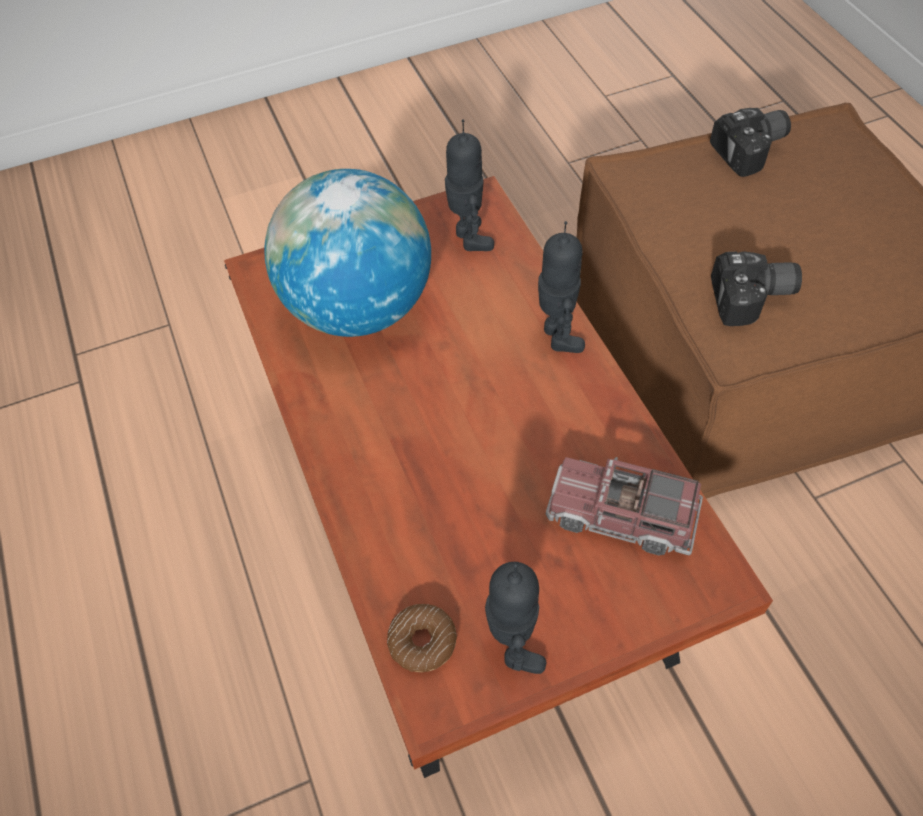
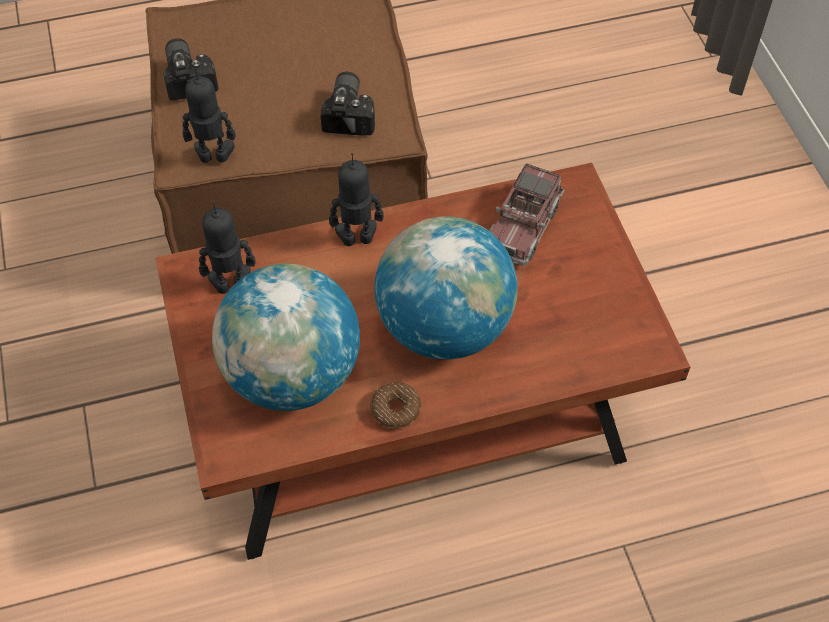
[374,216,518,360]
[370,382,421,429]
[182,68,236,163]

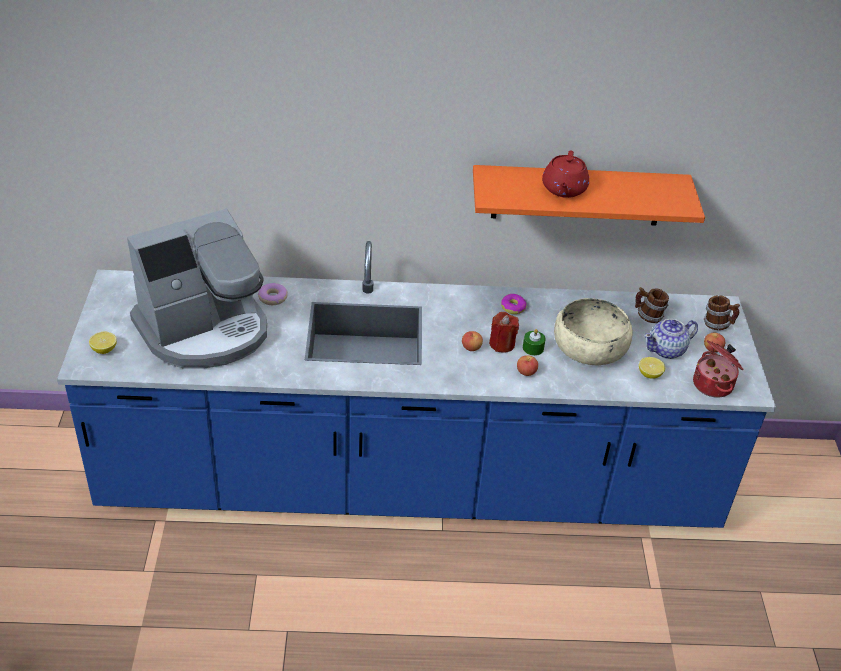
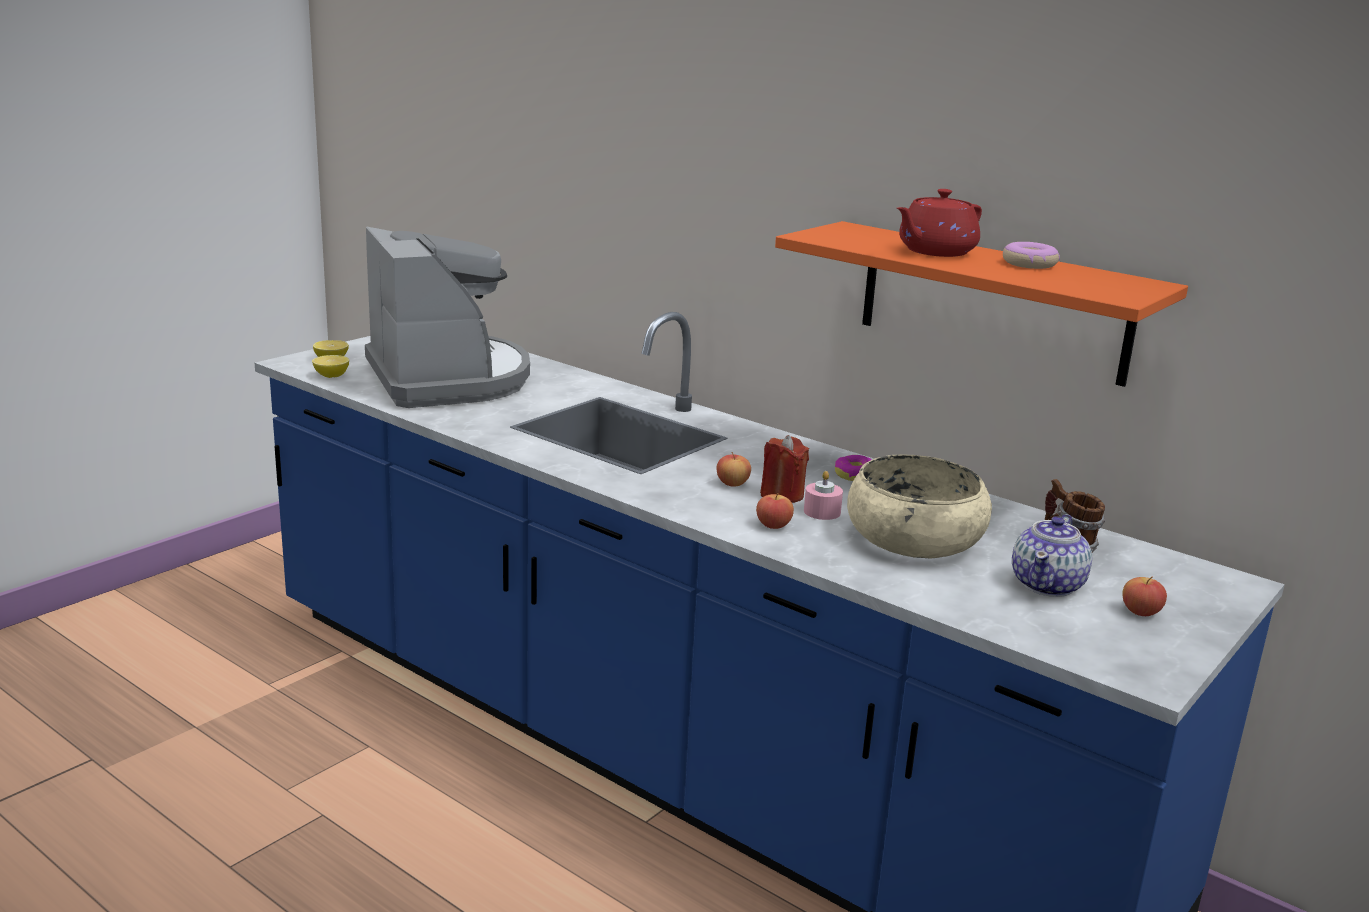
[693,340,744,398] (first image)
[703,295,740,330] (first image)
[1003,242,1060,269]
[312,355,349,378]
[804,471,843,520]
[365,227,530,408]
[1012,514,1092,597]

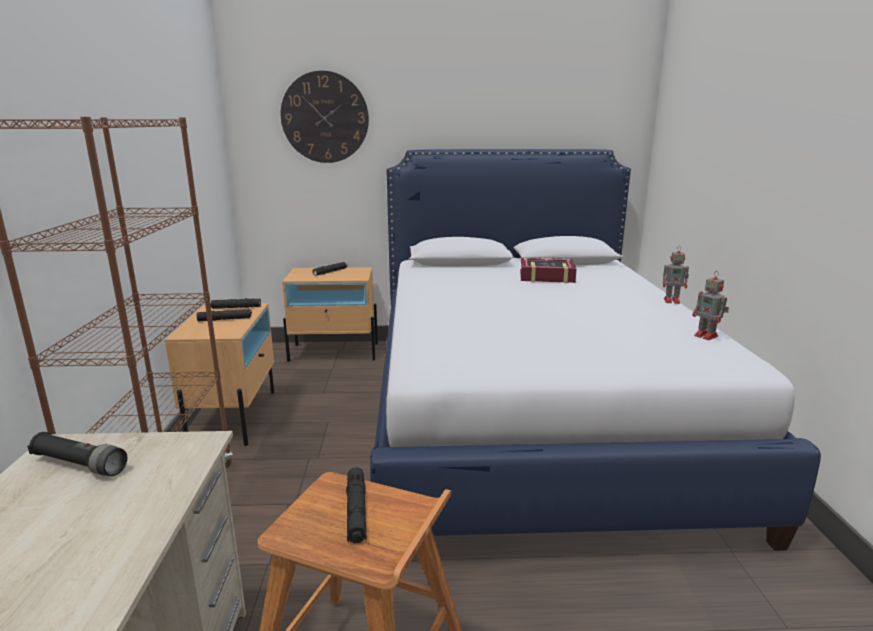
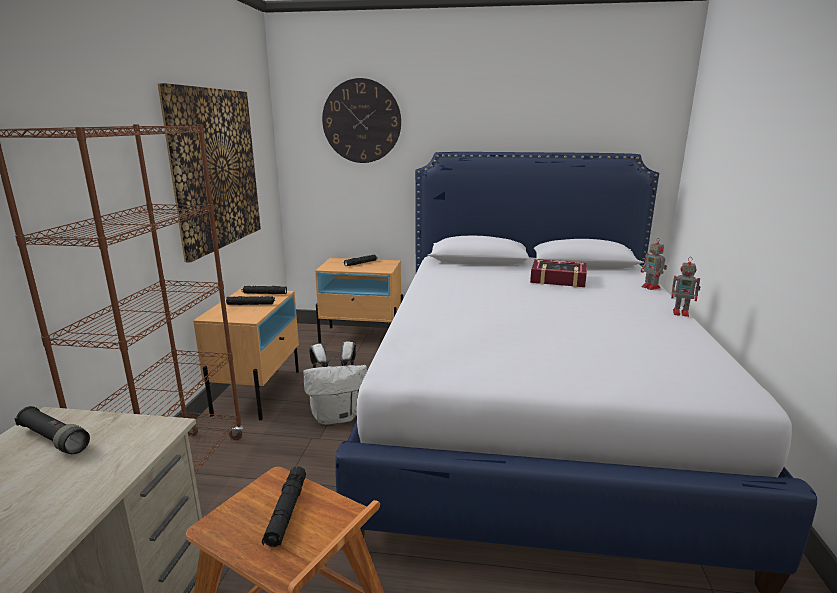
[157,83,261,262]
[303,341,367,425]
[641,238,667,290]

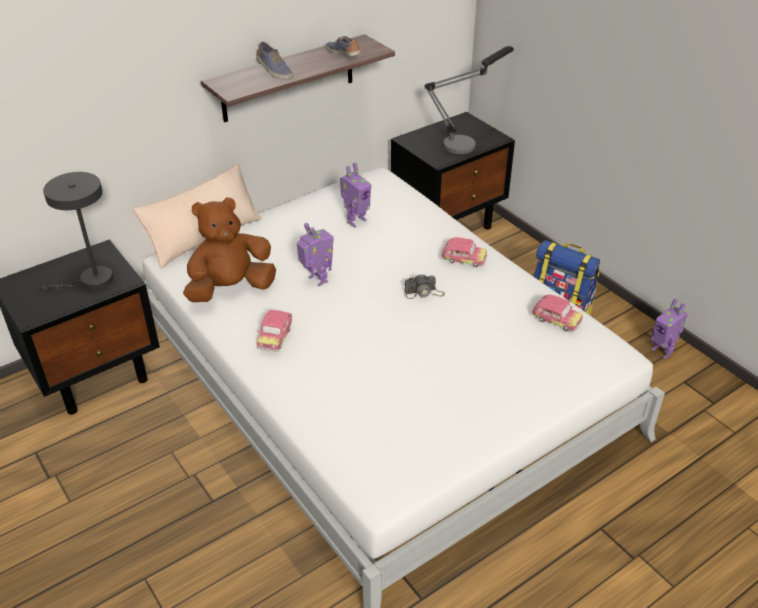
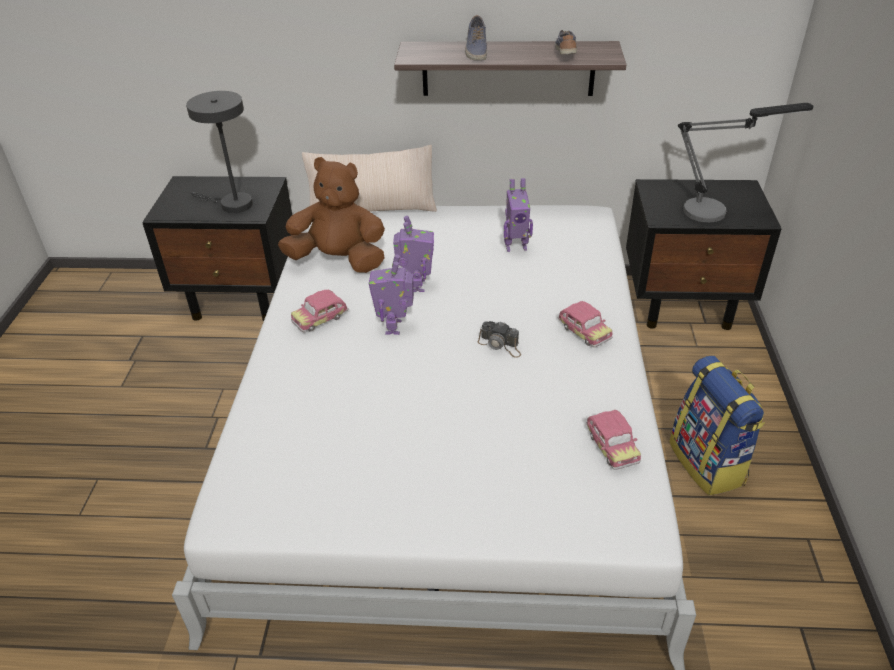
[369,254,414,335]

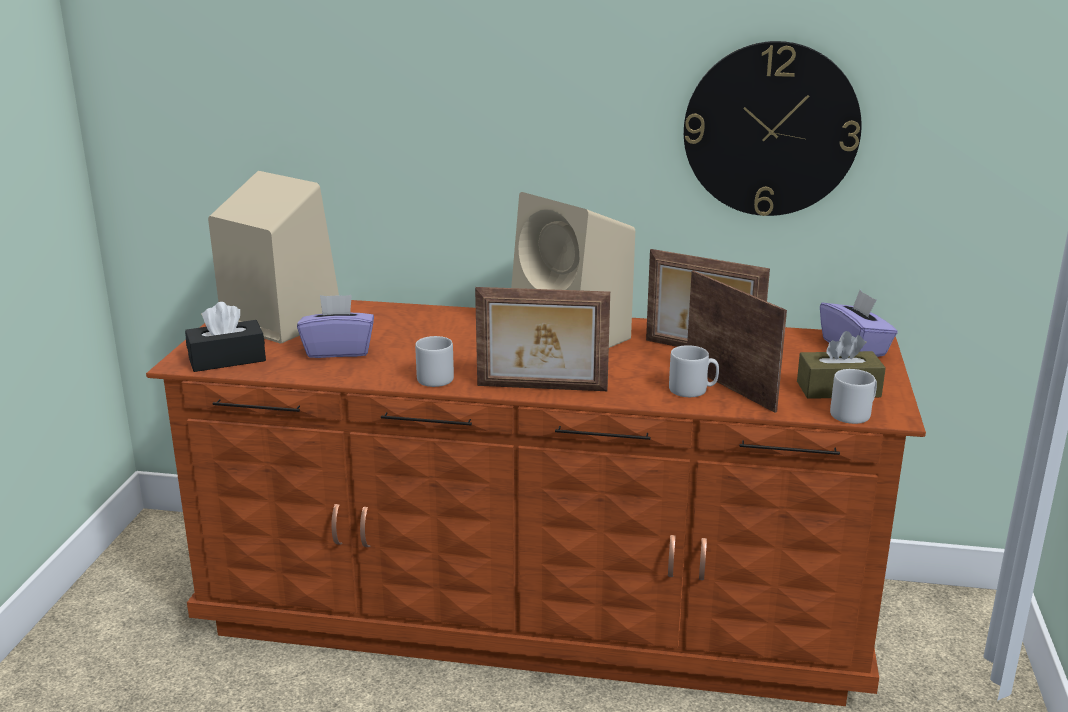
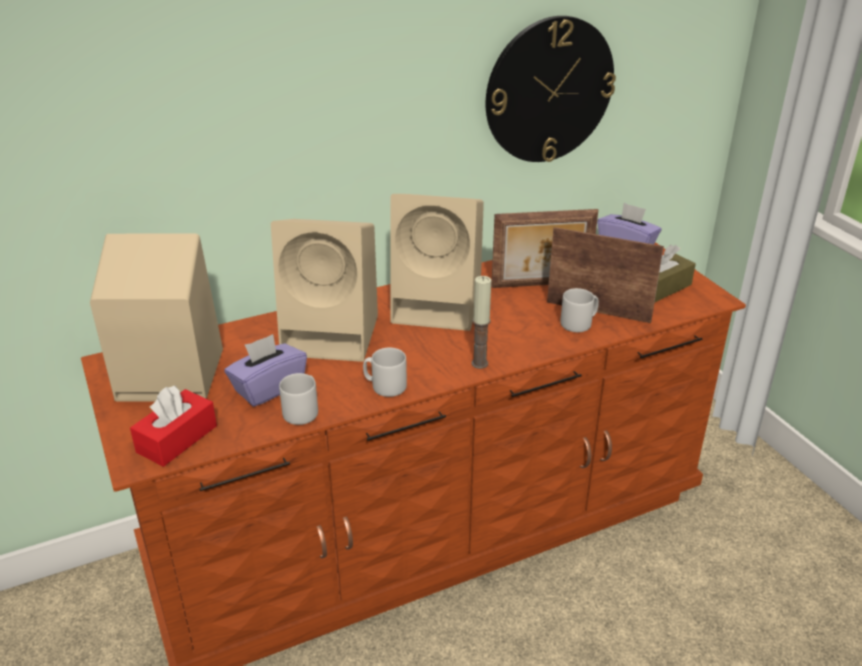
[271,219,378,362]
[279,373,318,425]
[471,276,491,369]
[130,386,217,467]

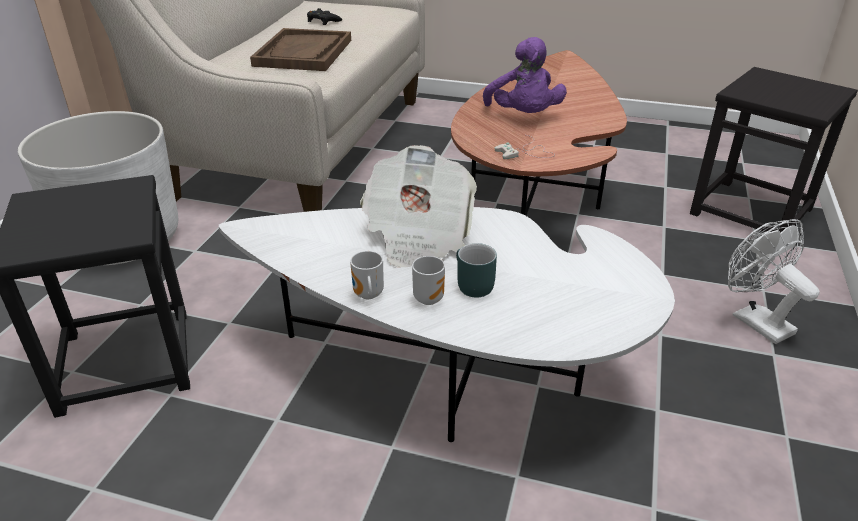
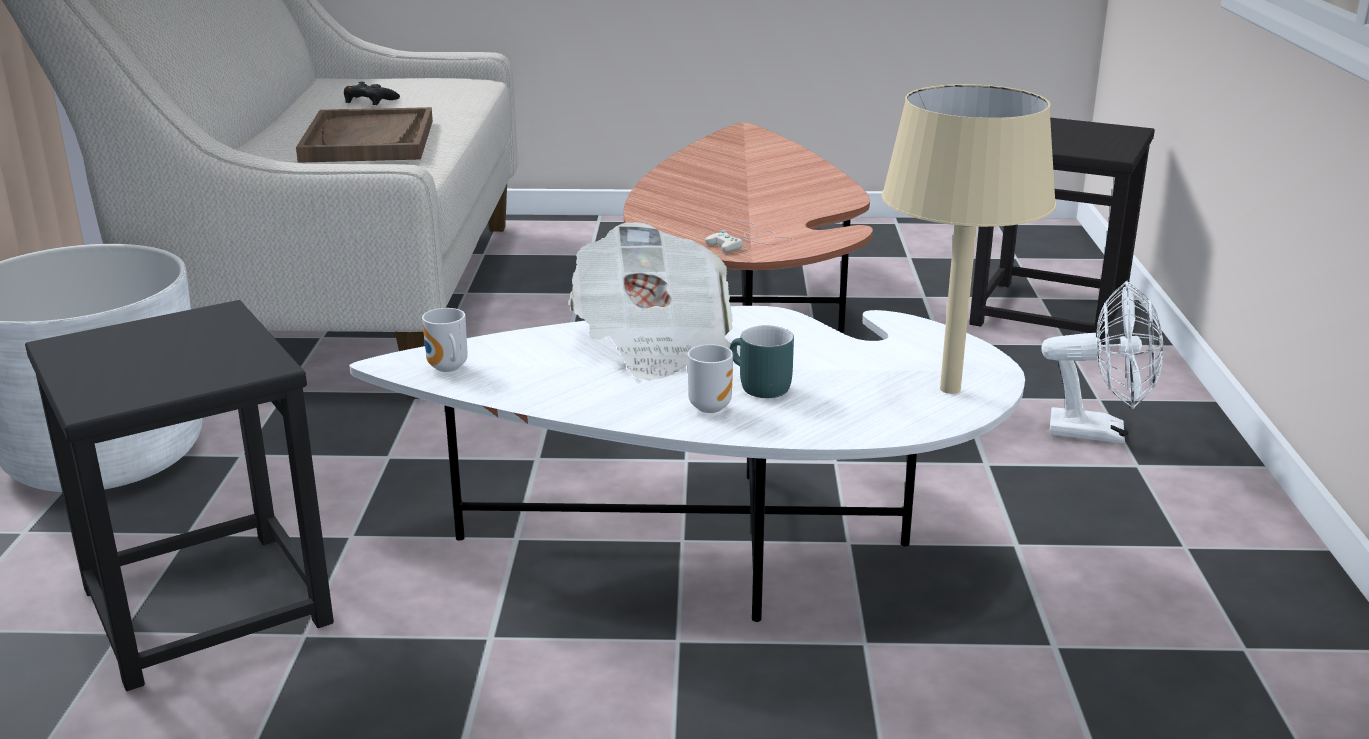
[483,37,567,113] (first image)
[882,84,1056,394]
[422,308,468,372]
[1041,281,1163,444]

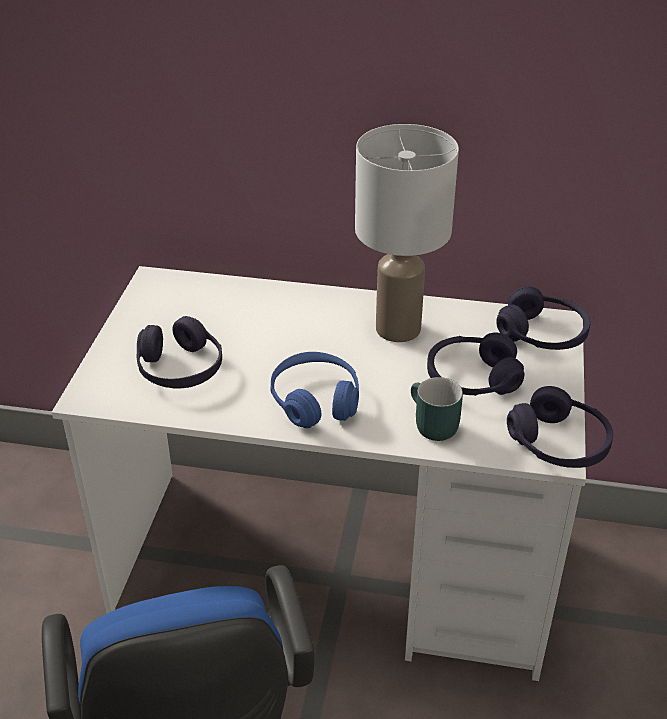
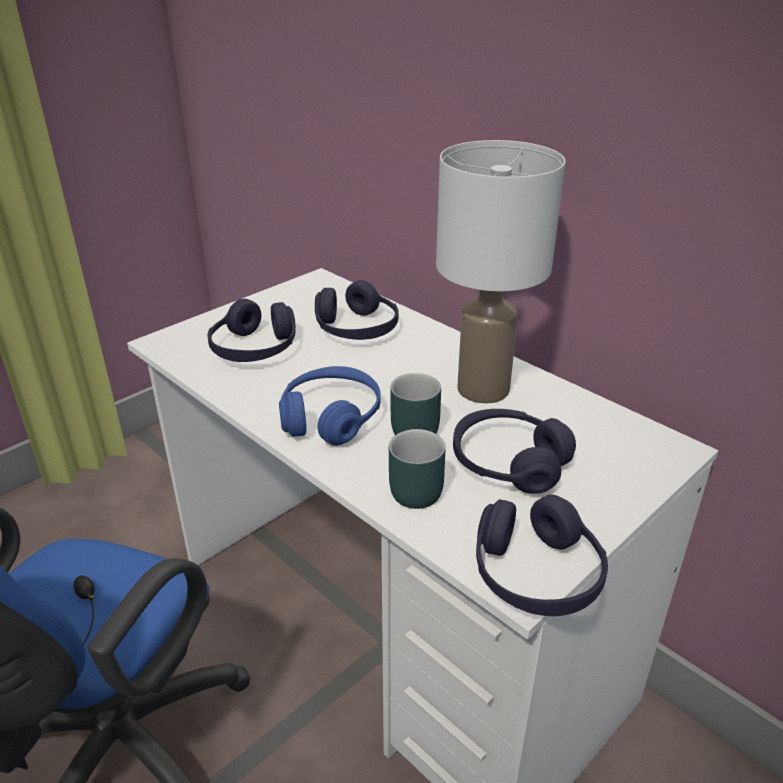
[390,373,441,435]
[315,280,398,340]

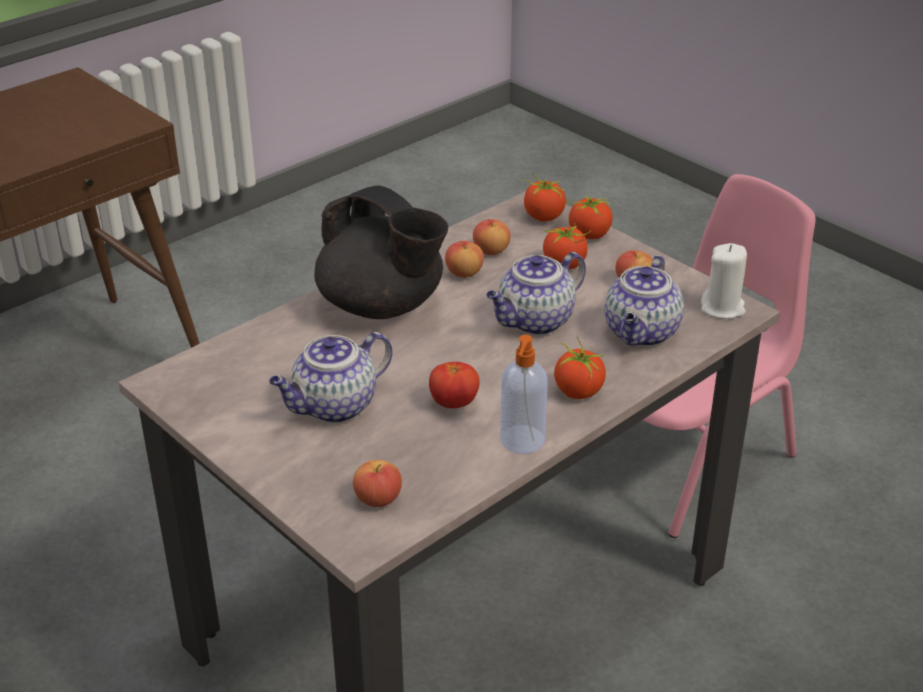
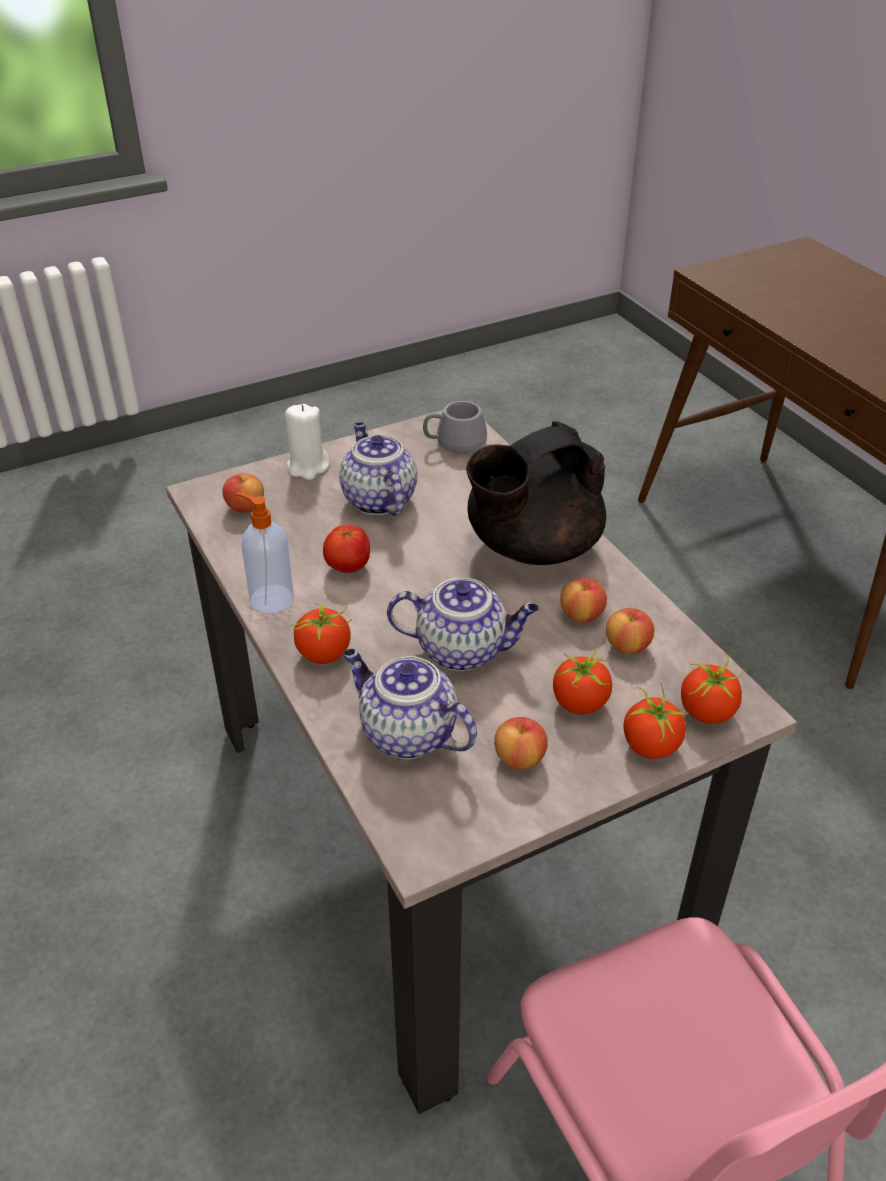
[423,401,487,453]
[285,404,330,480]
[387,577,539,671]

